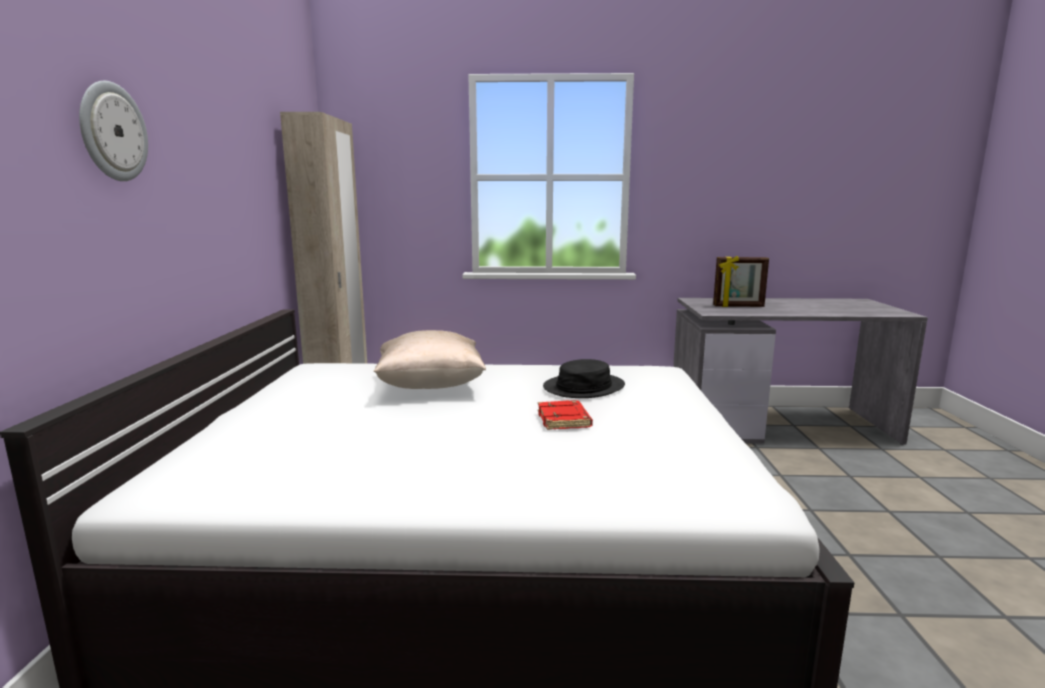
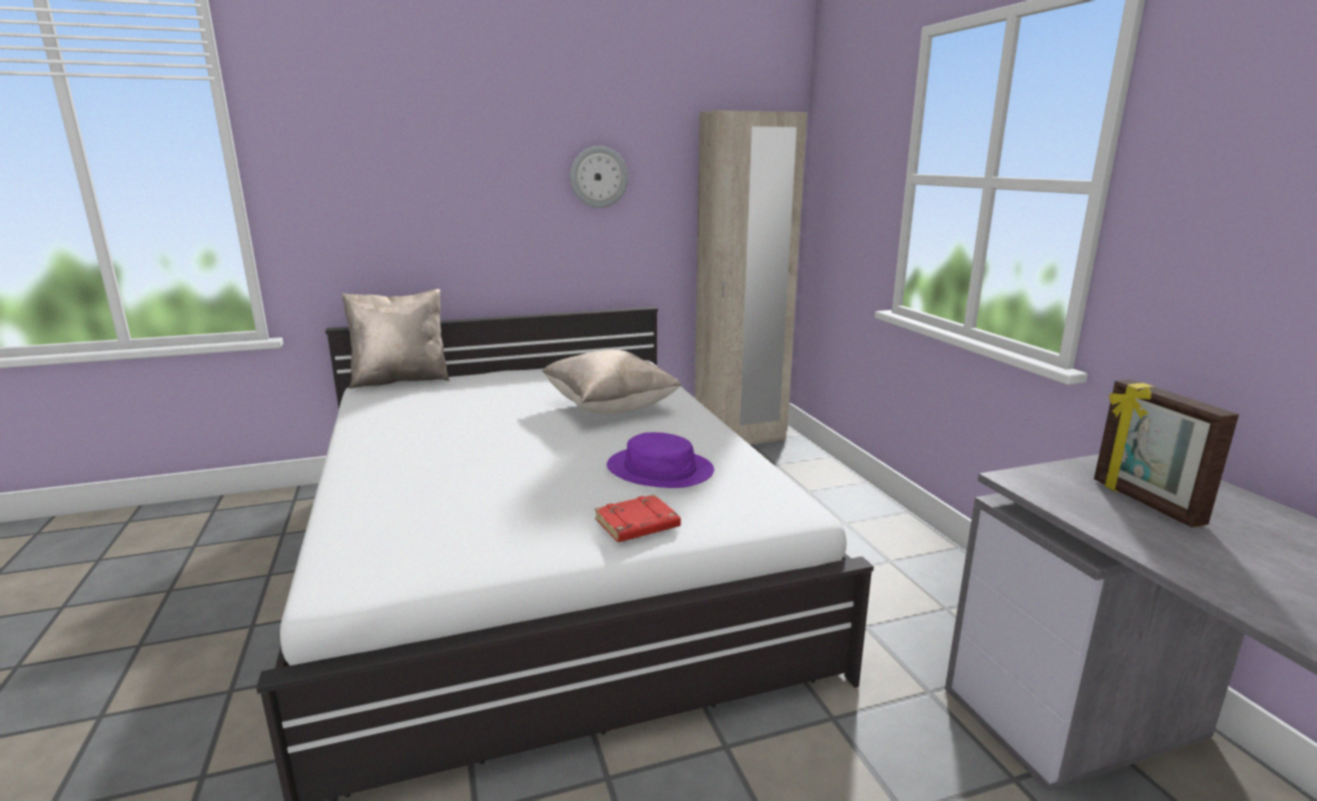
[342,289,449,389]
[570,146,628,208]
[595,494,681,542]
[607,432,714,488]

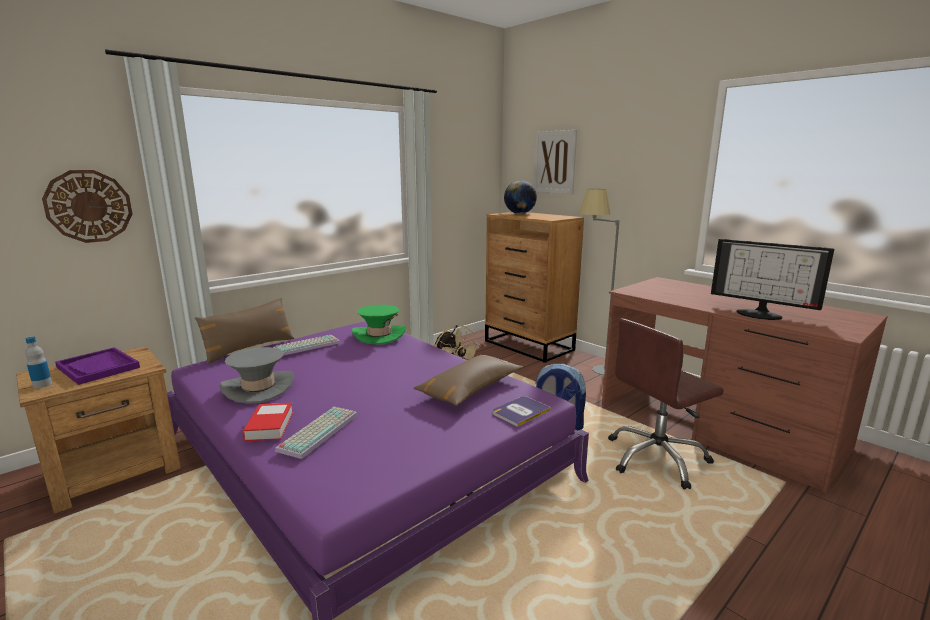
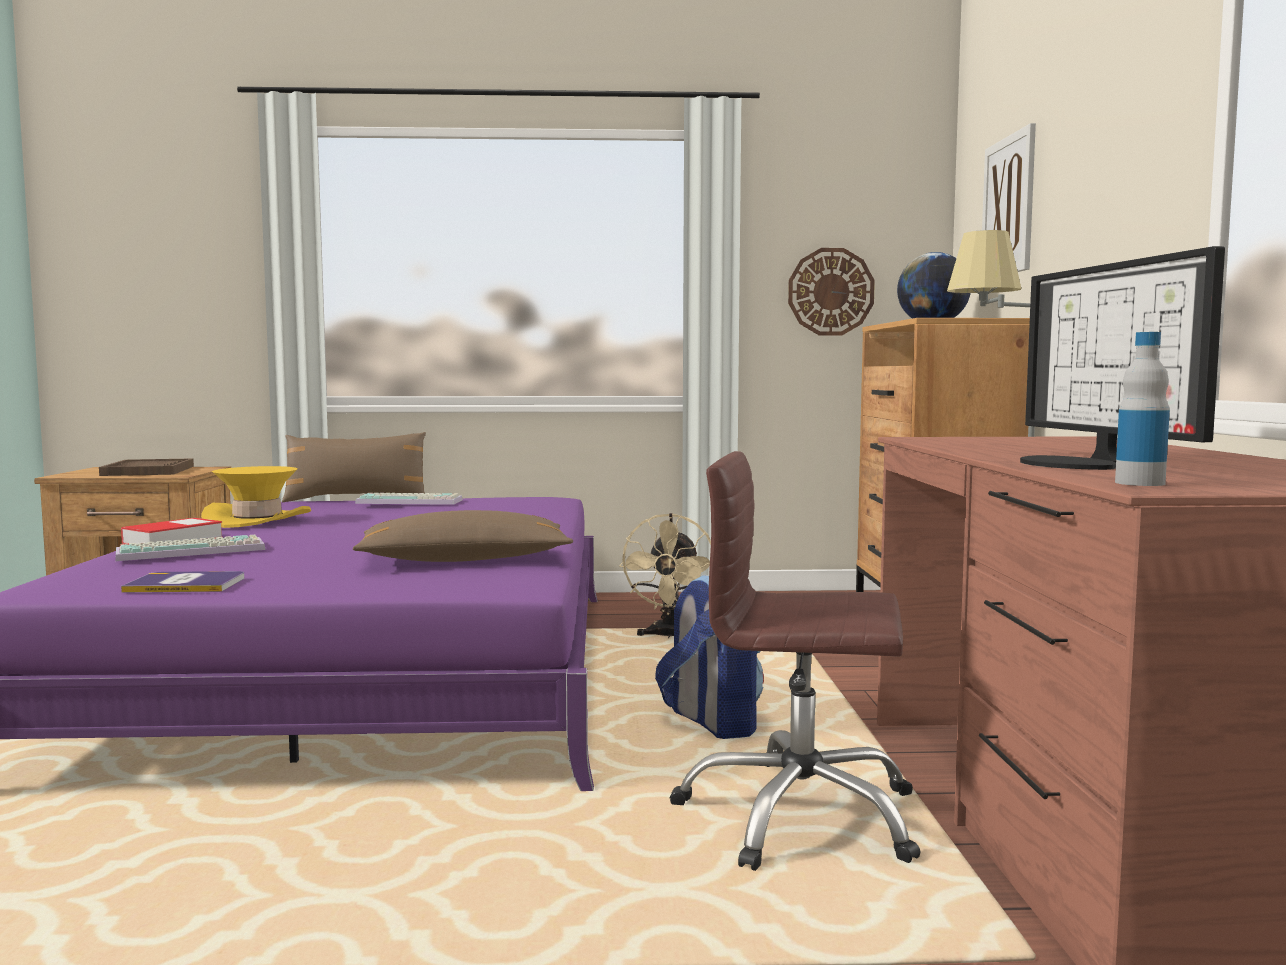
[352,305,406,345] (first image)
[1115,332,1170,486]
[788,248,875,336]
[121,571,244,592]
[99,458,194,476]
[201,466,311,528]

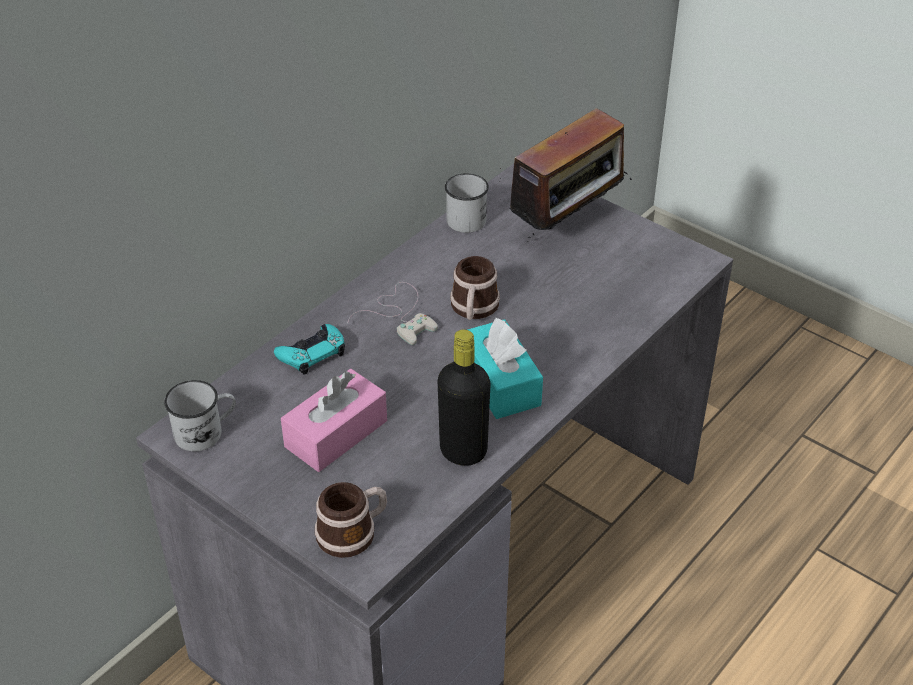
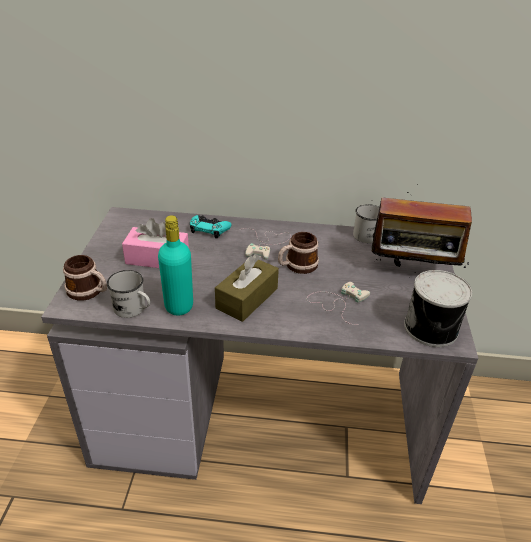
[306,282,370,325]
[404,270,472,347]
[107,270,150,318]
[158,215,193,316]
[215,254,279,322]

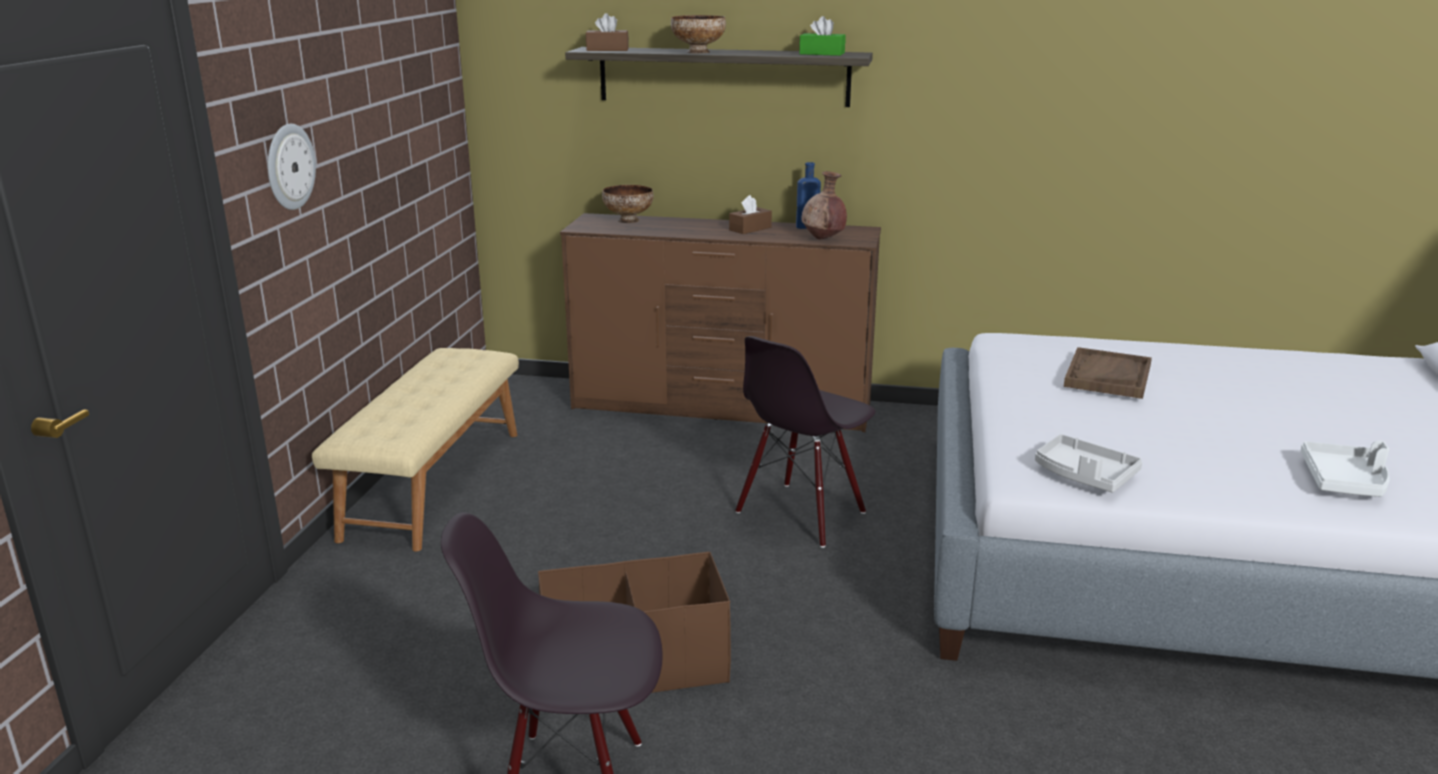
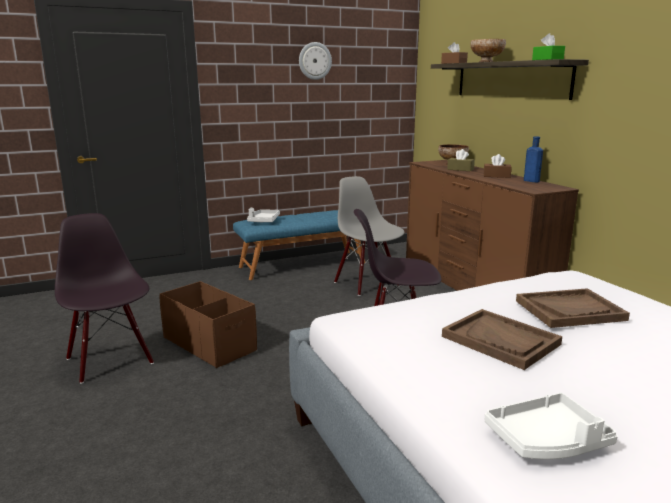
[801,171,847,239] (first image)
[334,176,404,296]
[442,309,562,370]
[447,149,475,171]
[299,42,332,80]
[247,208,280,222]
[233,210,365,280]

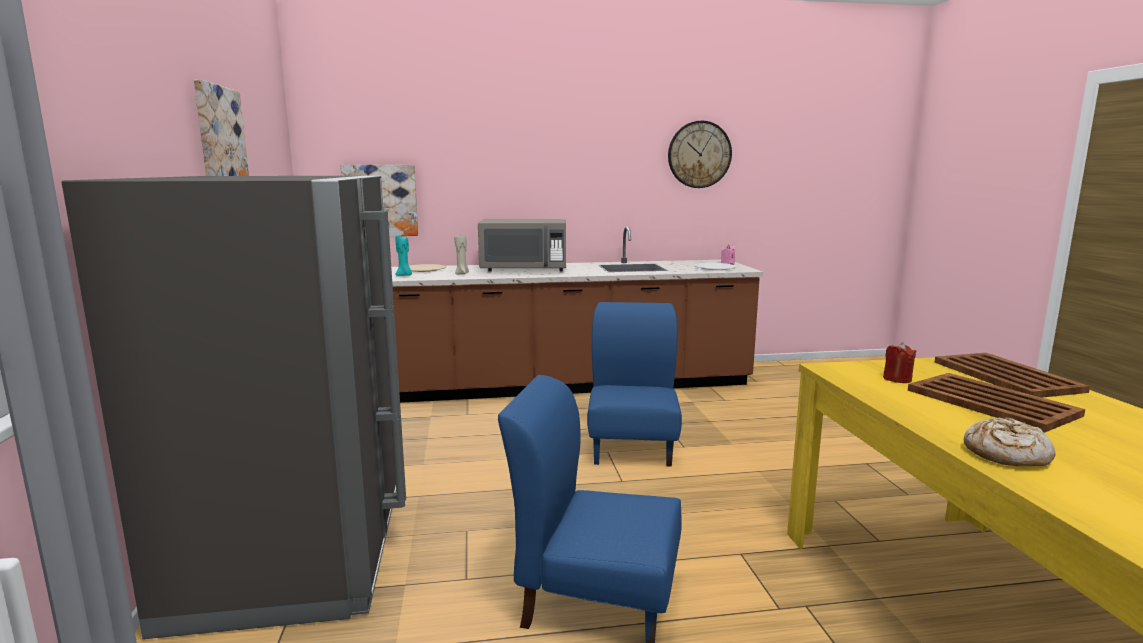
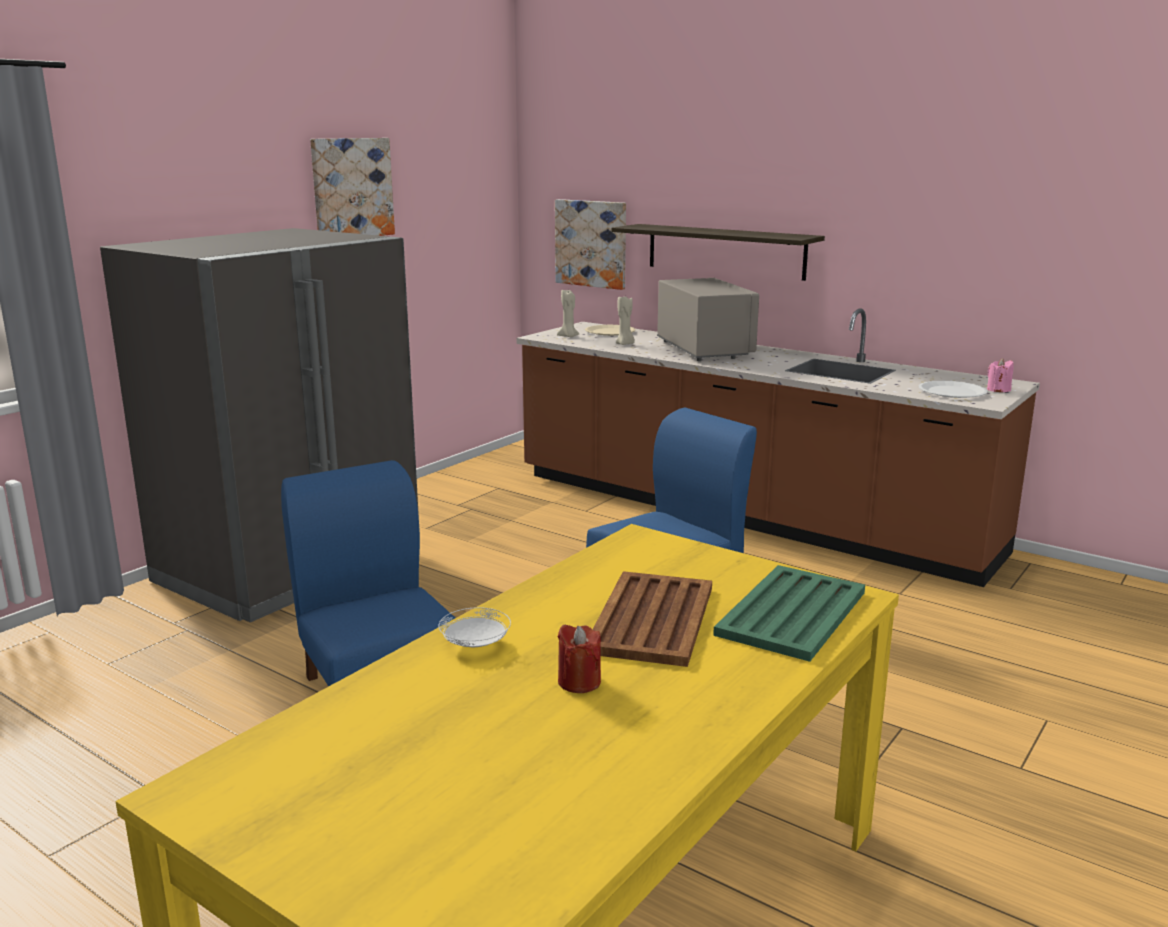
[668,121,732,188] (first image)
[611,224,825,281]
[558,625,601,693]
[438,607,511,648]
[557,290,580,337]
[713,565,865,662]
[657,278,759,361]

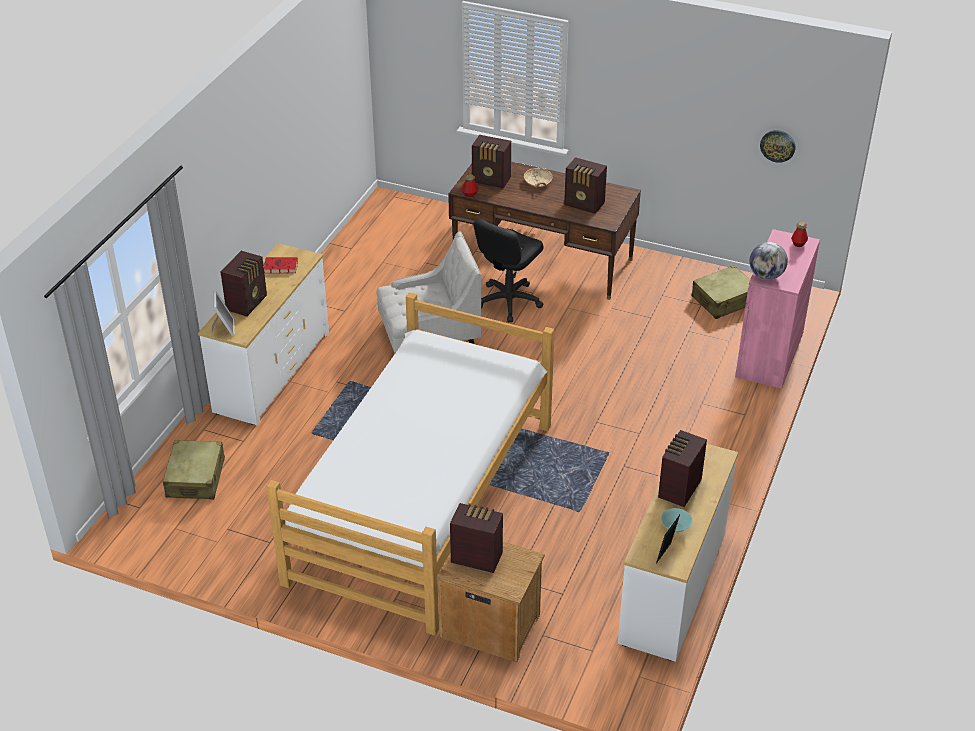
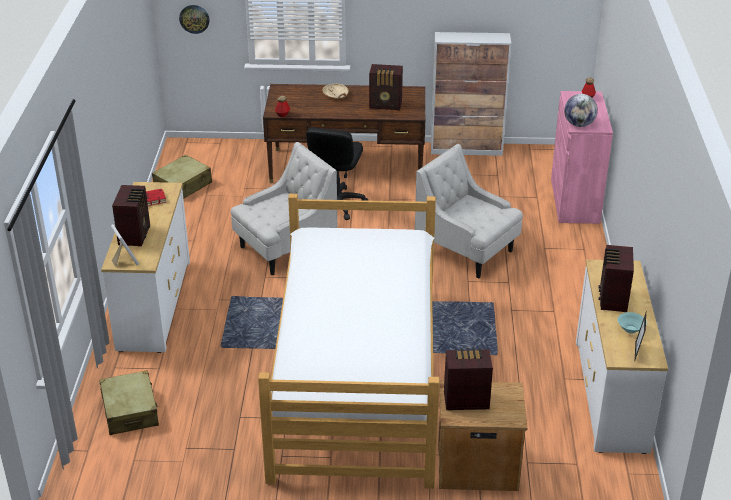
[472,135,511,188] (first image)
[415,144,523,279]
[431,32,511,156]
[152,154,212,199]
[179,5,209,34]

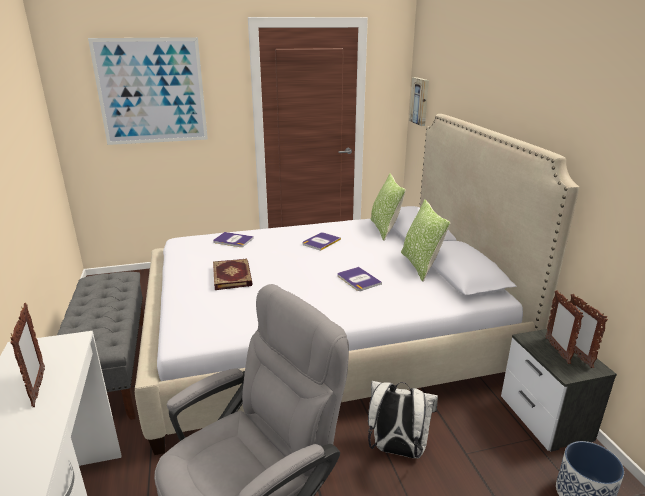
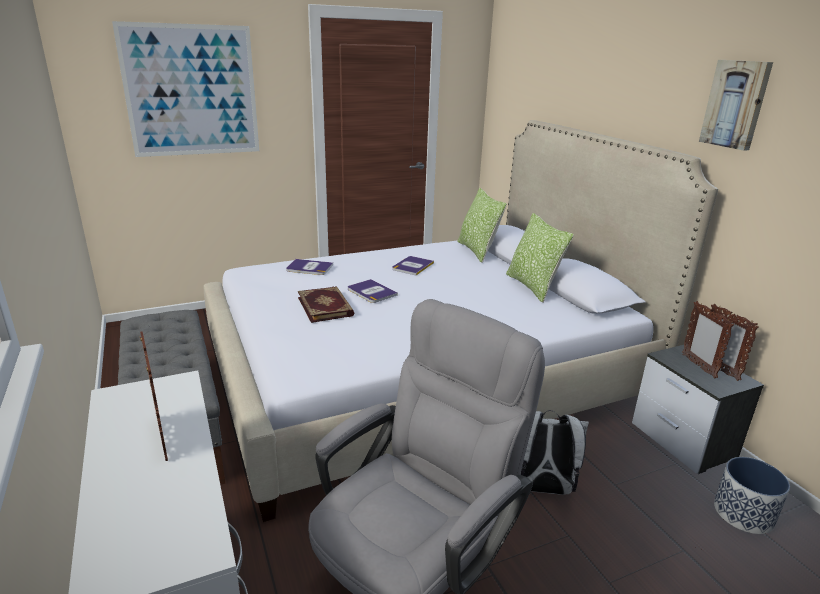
[348,279,398,303]
[699,60,773,151]

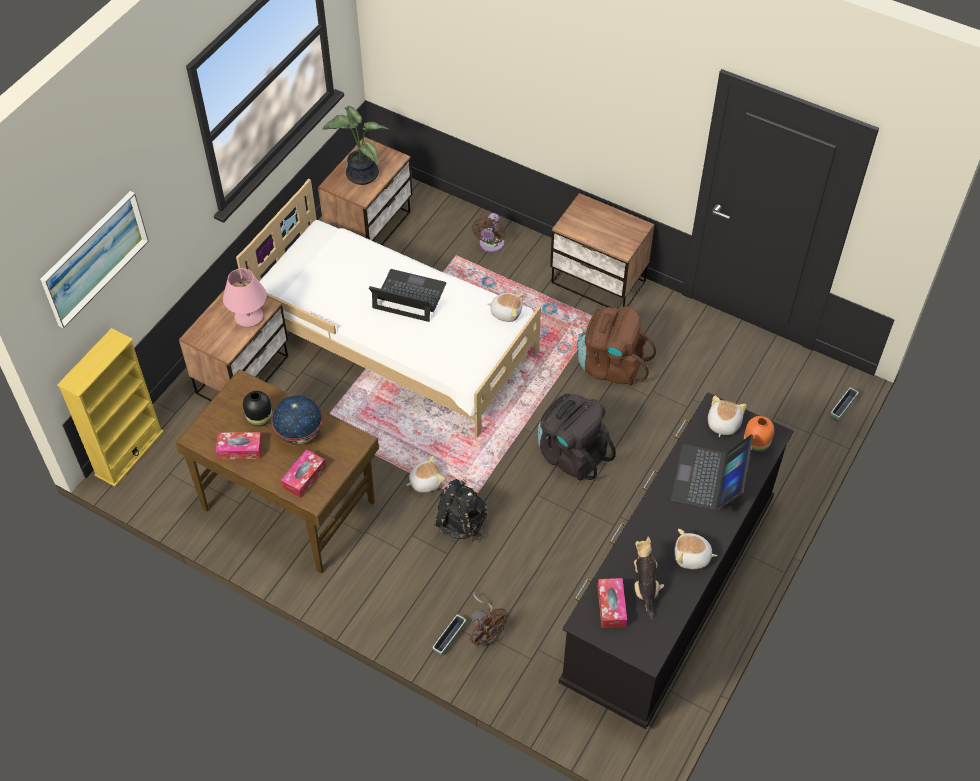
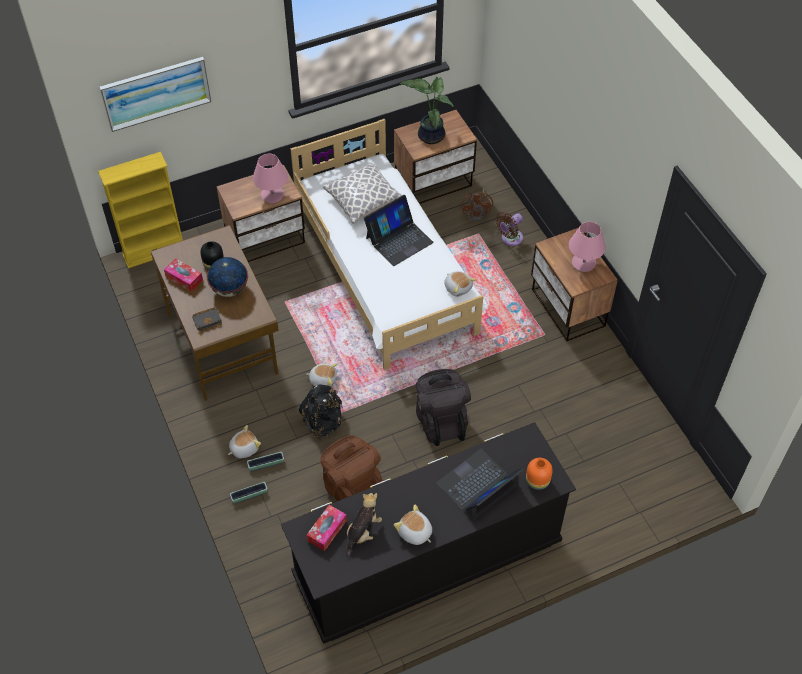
[323,162,402,224]
[569,222,606,272]
[461,188,493,221]
[321,436,384,501]
[228,425,261,458]
[247,452,284,471]
[192,308,222,332]
[364,195,434,266]

